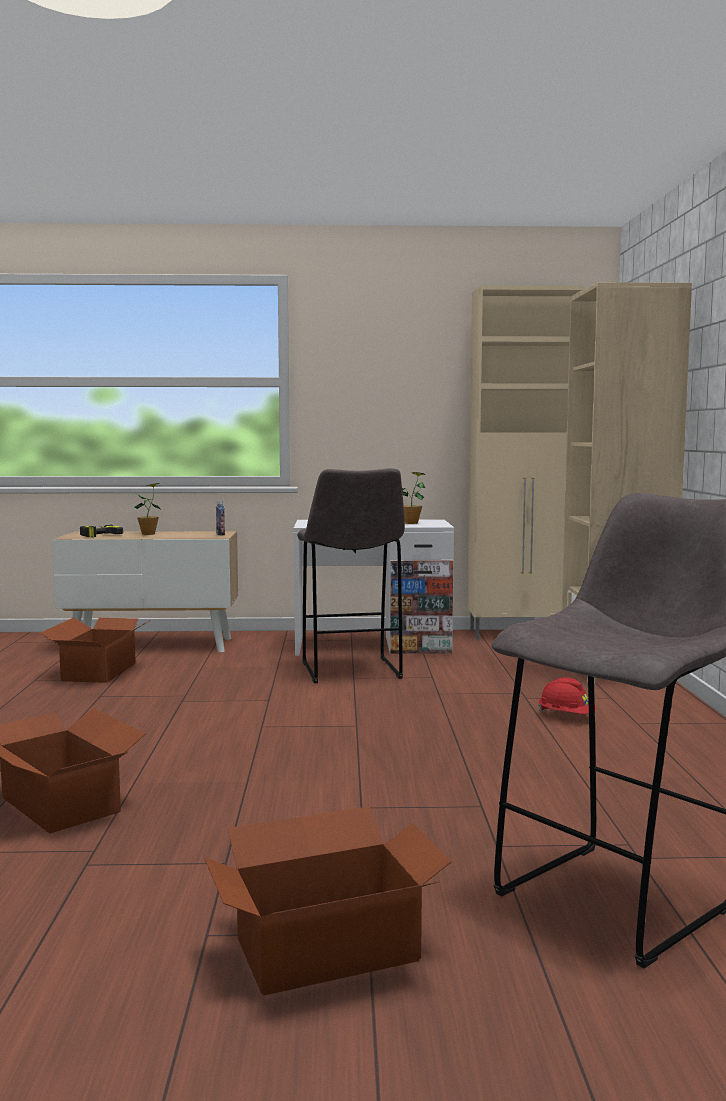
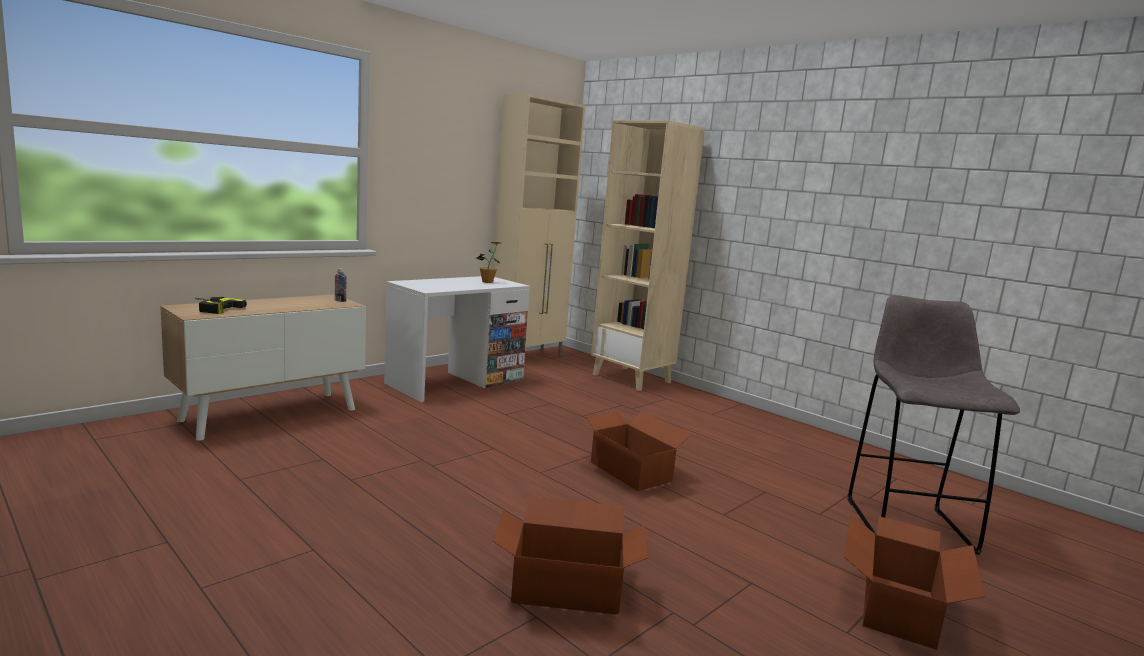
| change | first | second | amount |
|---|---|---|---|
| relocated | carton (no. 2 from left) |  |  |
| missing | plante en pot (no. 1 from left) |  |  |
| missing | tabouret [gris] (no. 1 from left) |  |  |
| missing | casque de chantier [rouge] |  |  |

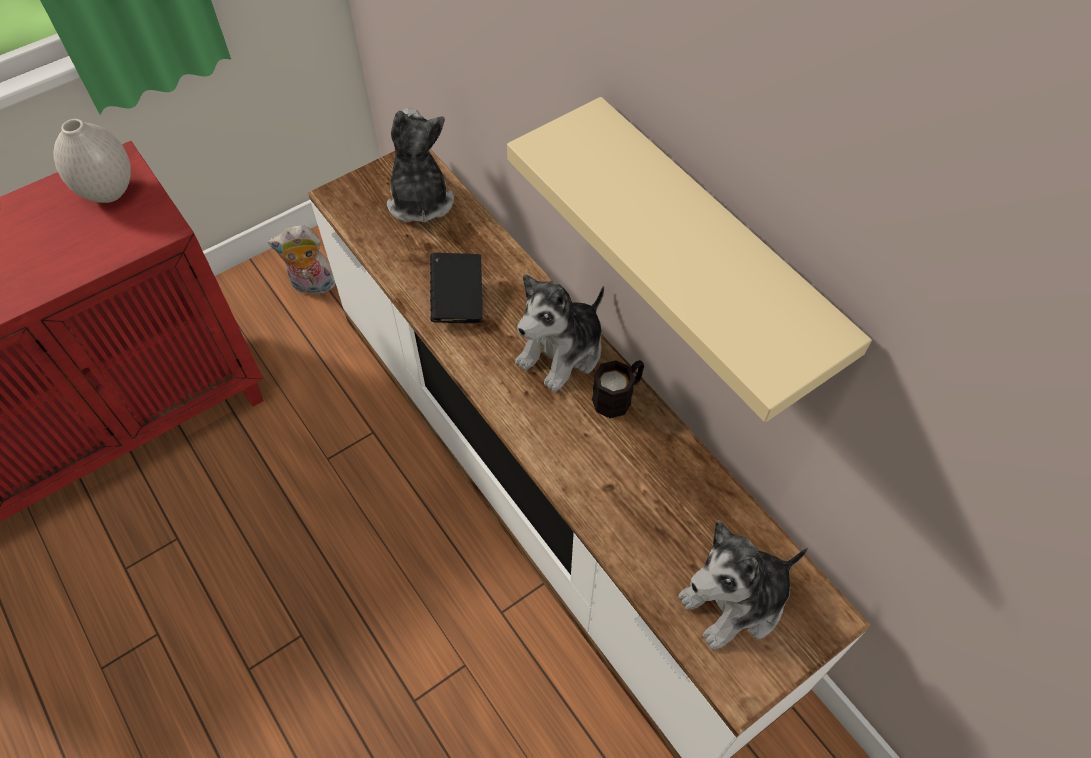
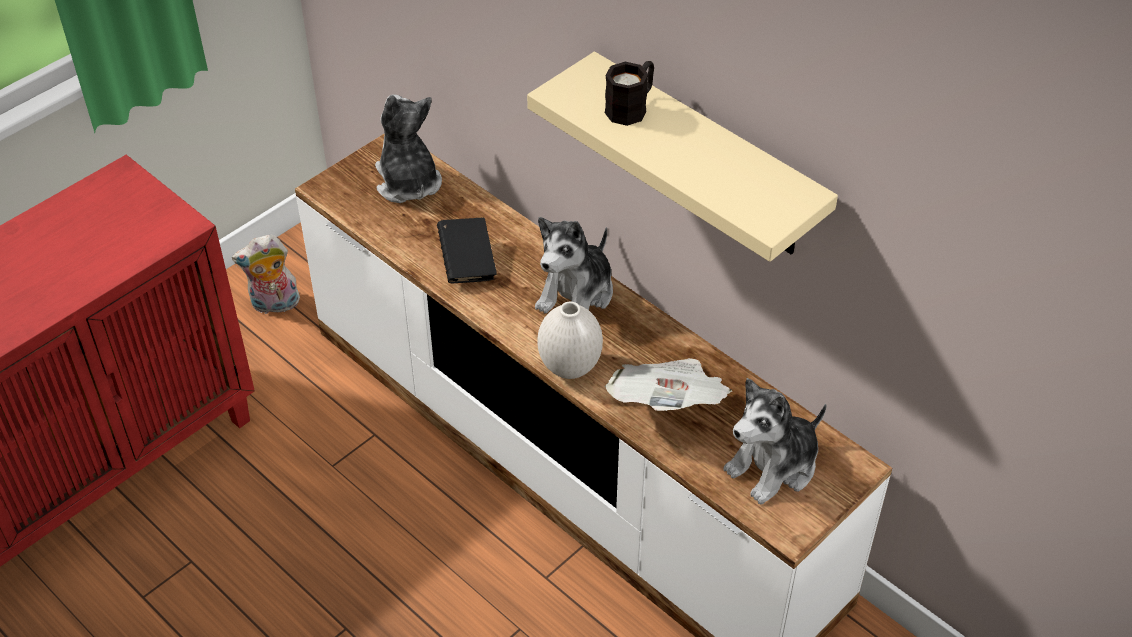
| change | first | second | amount |
|---|---|---|---|
| relocated | vase [blanc] |  |  |
| relocated | mug [noir] |  |  |
| appeared |  | journal |  |

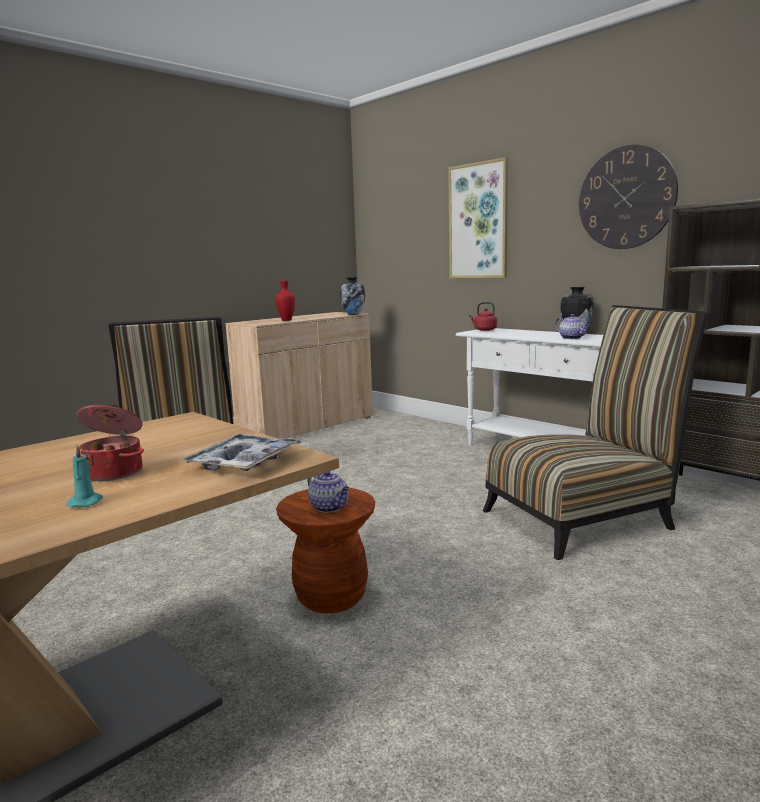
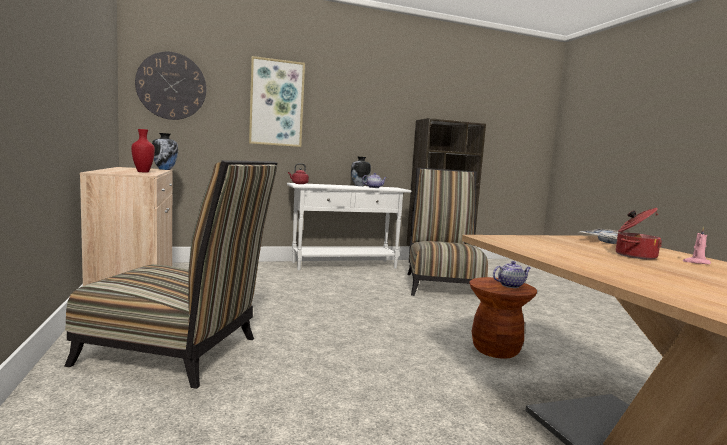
| change | first | second | amount |
|---|---|---|---|
| relocated | horloge murale |  |  |
| colour | bougie [turquoise] | bougie [rose] |  |

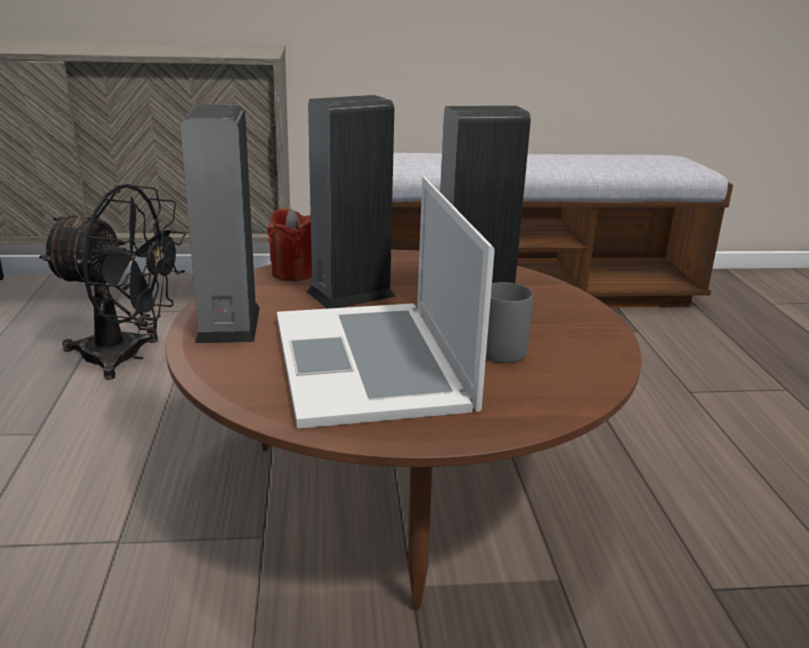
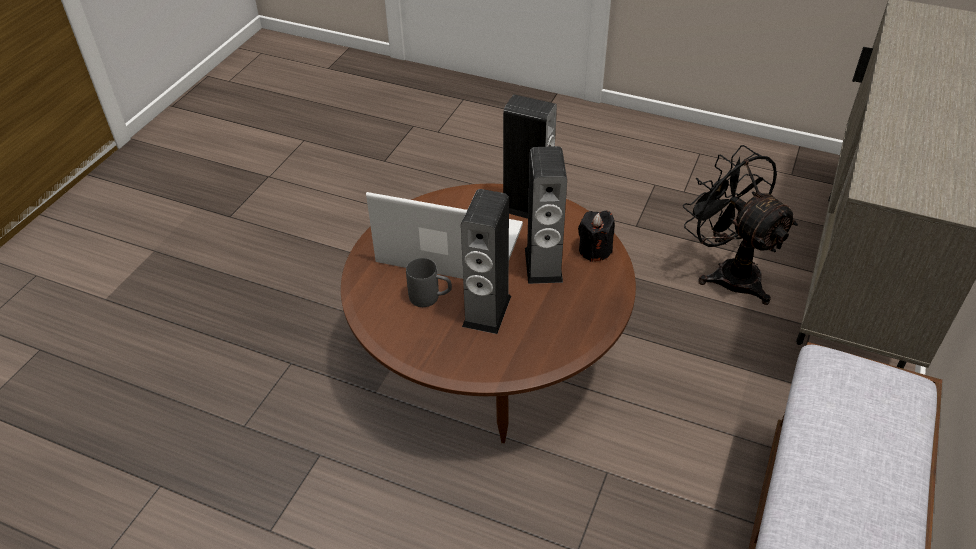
| change | first | second | amount |
|---|---|---|---|
| colour | bougie [rouge] | bougie [noir] |  |
| spun | ventilateur [noir] |  | 105 degrees clockwise |

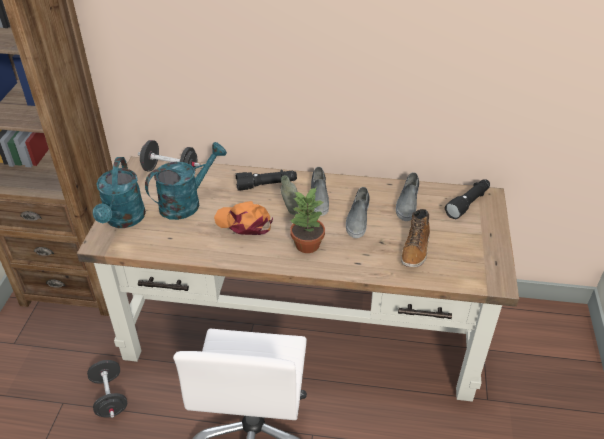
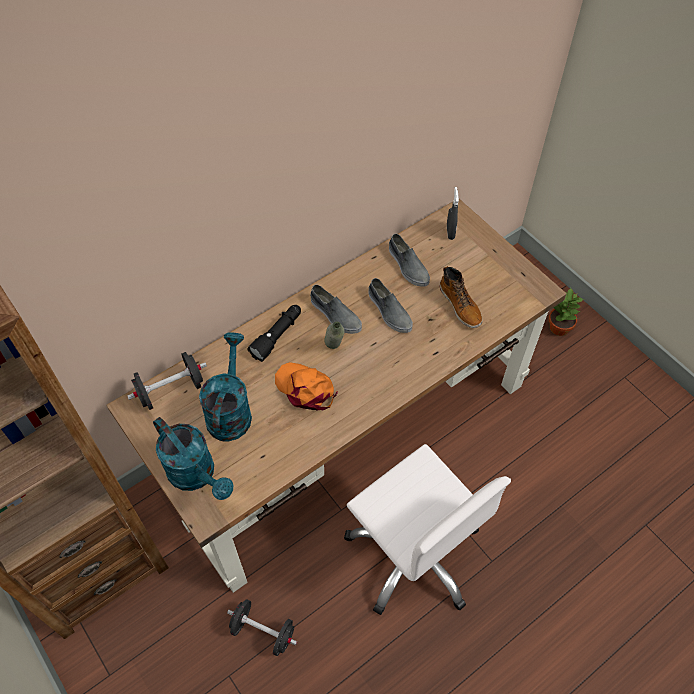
| change | first | second | amount |
|---|---|---|---|
| spun | casquette [orange] |  | 60 degrees clockwise |
| exchanged | lampe de poche [noir] (no. 2 from left) | vaporisateur [gris] |  |
| relocated | plante en pot |  |  |

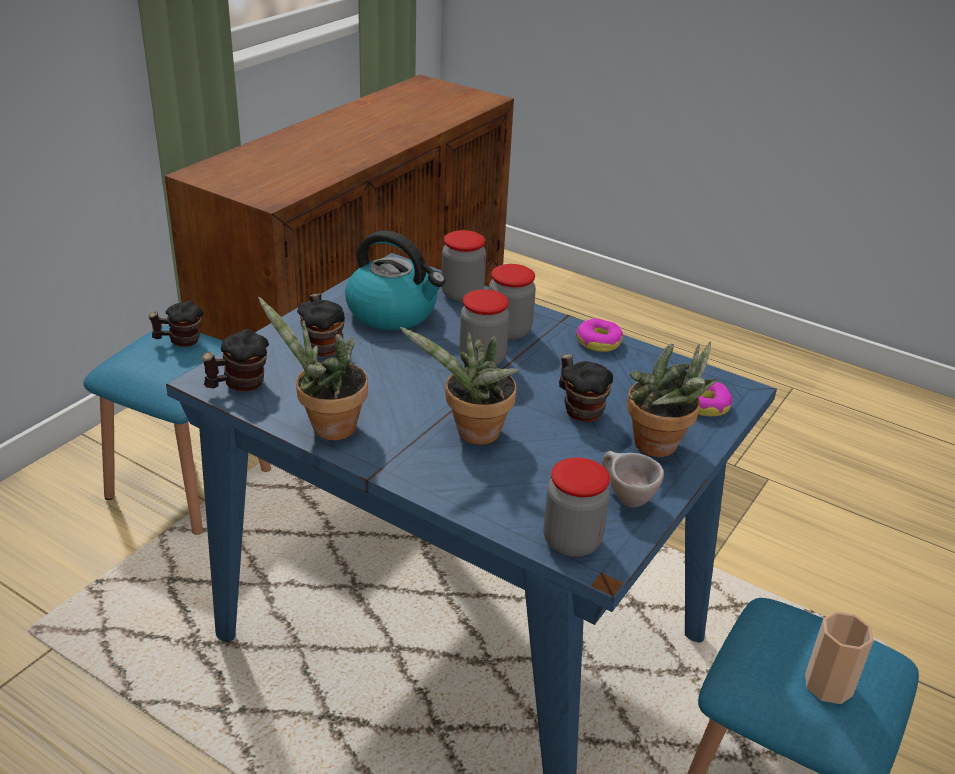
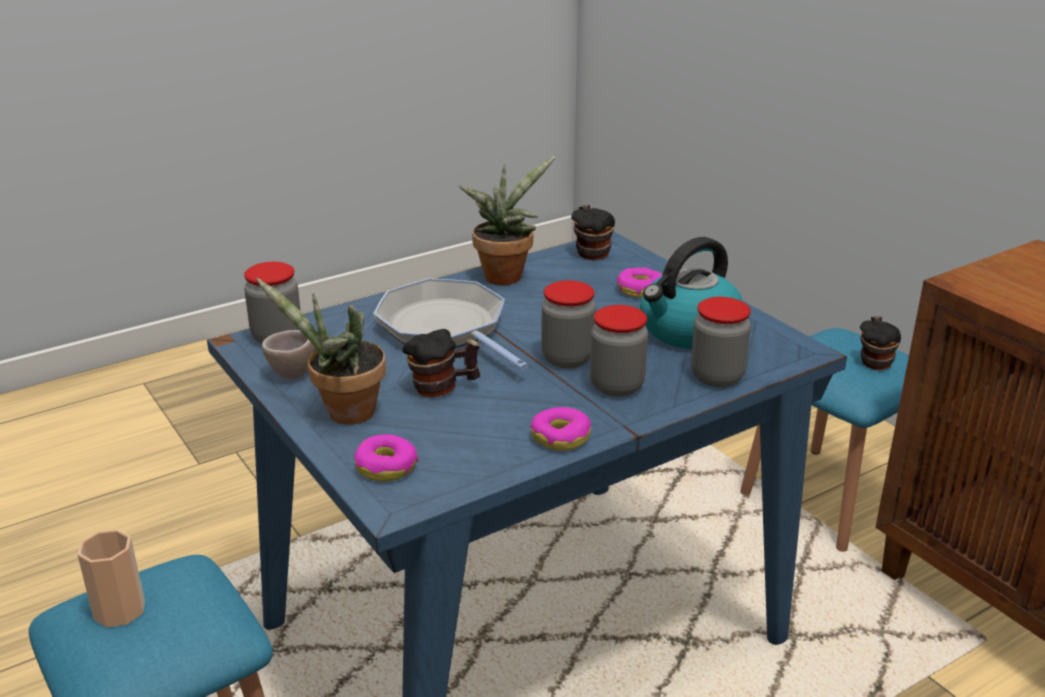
| change | first | second | amount |
|---|---|---|---|
| exchanged | plante en pot (no. 2 from left) | poêle |  |
| exchanged | mug (no. 3 from left) | beignet (no. 3 from left) |  |

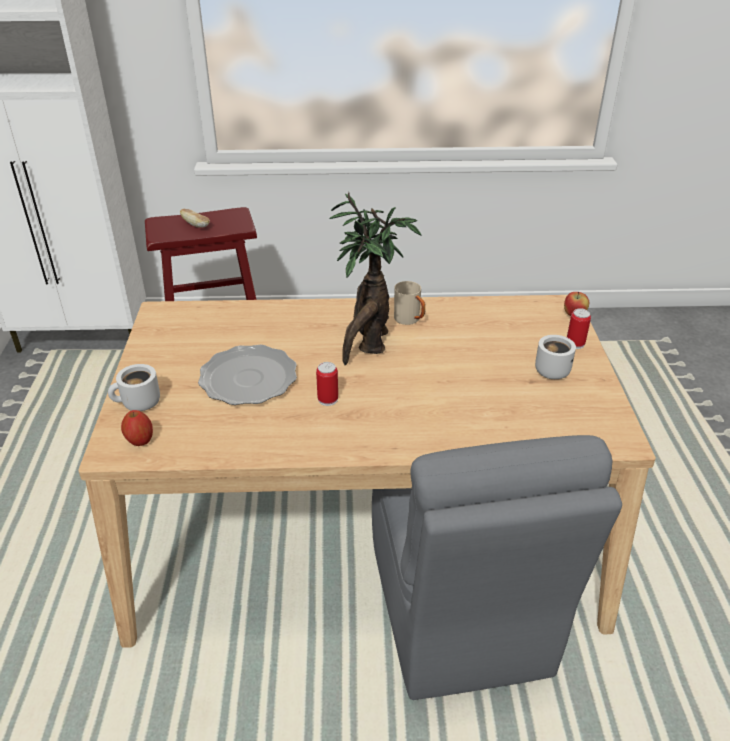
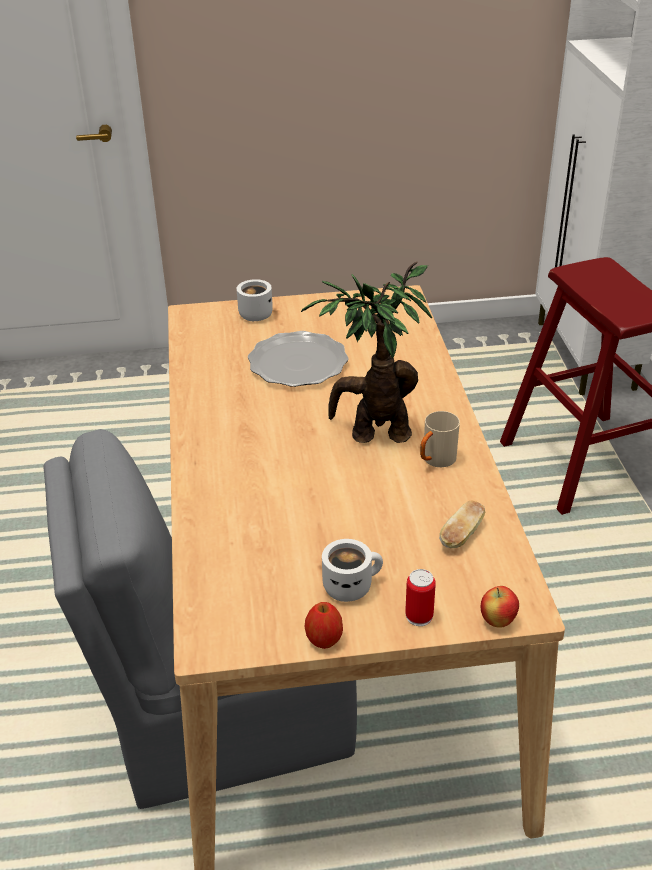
| change | first | second | amount |
|---|---|---|---|
| relocated | pomme (no. 1 from left) |  |  |
| relocated | pain |  |  |
| missing | boîte métallique (no. 1 from left) |  |  |

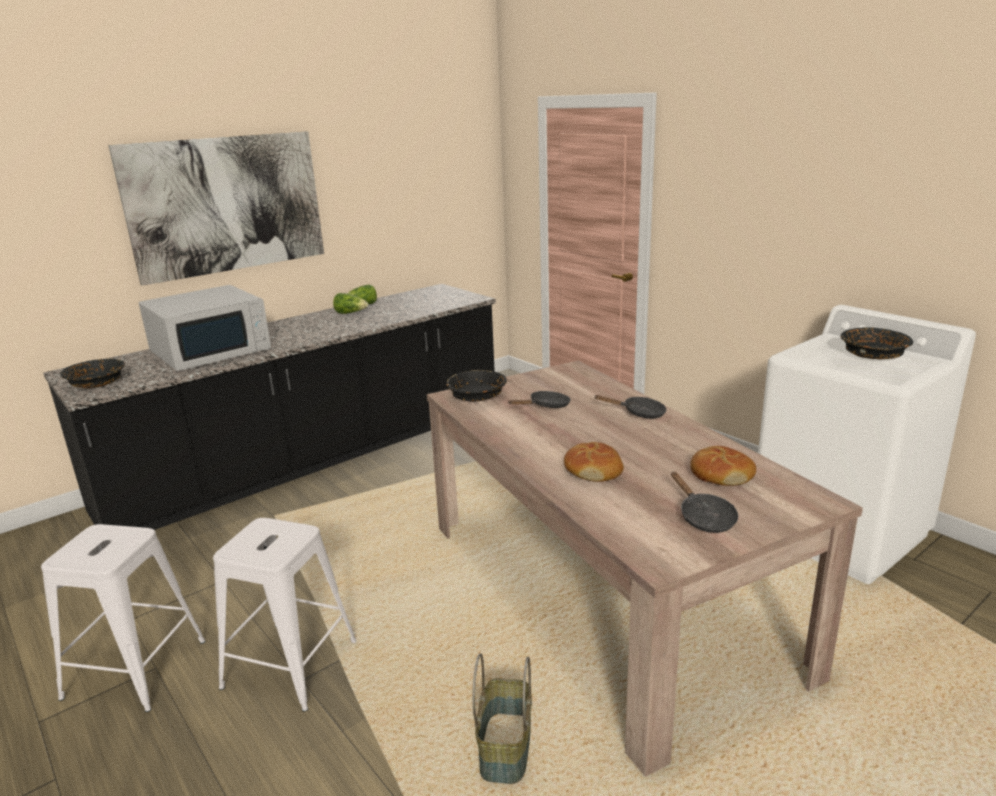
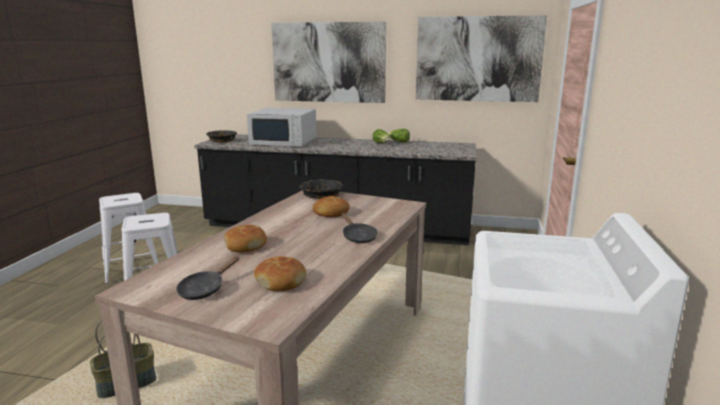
| change | first | second | amount |
|---|---|---|---|
| exchanged | poêle [noir] (no. 1 from left) | pain (no. 3 from left) |  |
| appeared |  | tableau (no. 2 from left) |  |
| missing | bol [noir] (no. 3 from left) |  |  |

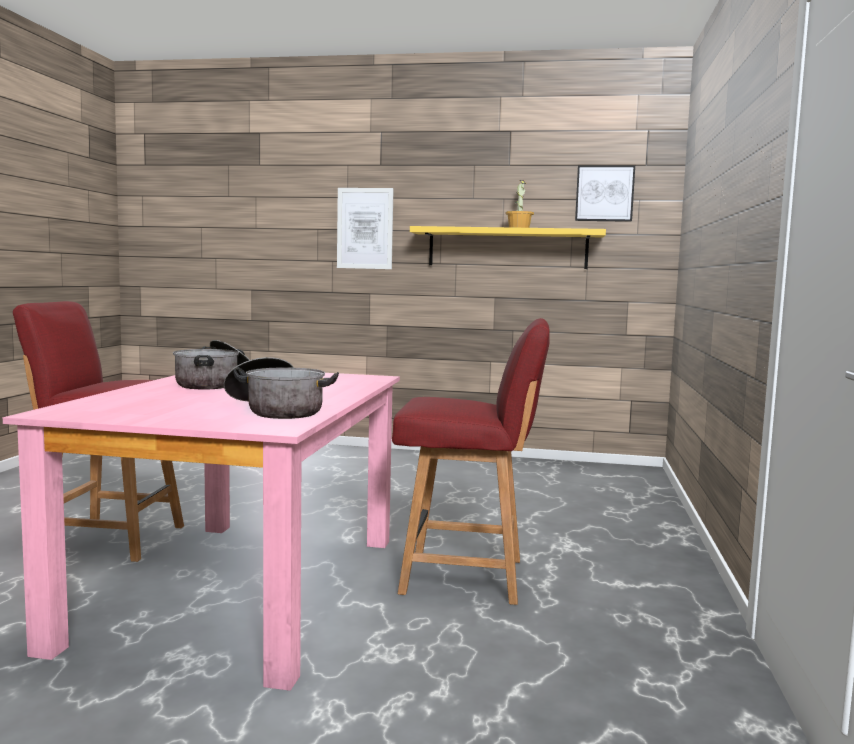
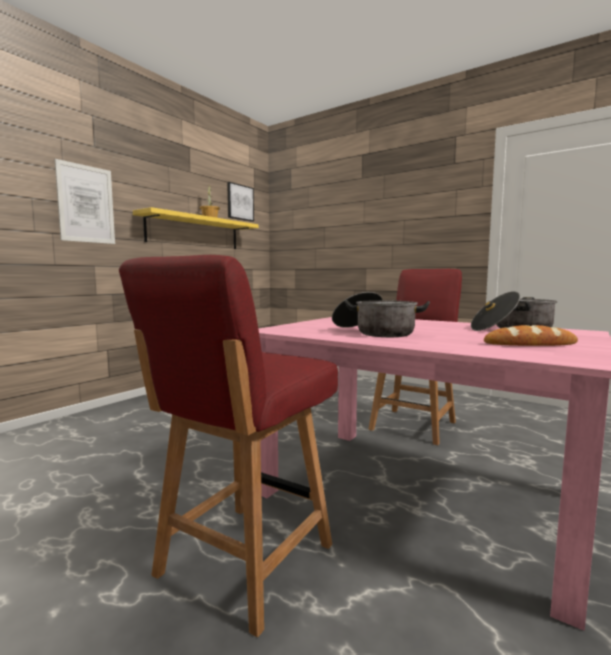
| change | first | second | amount |
|---|---|---|---|
| appeared |  | pain |  |

